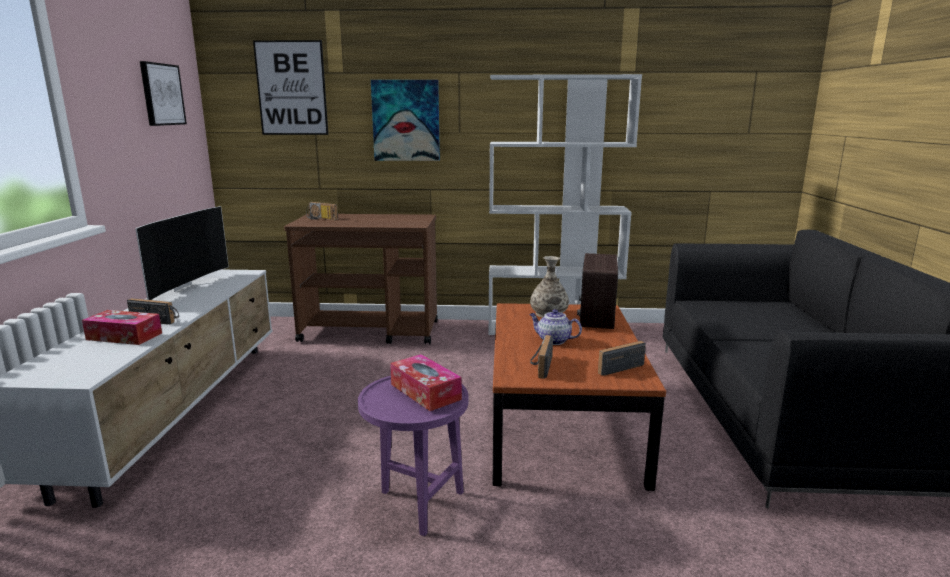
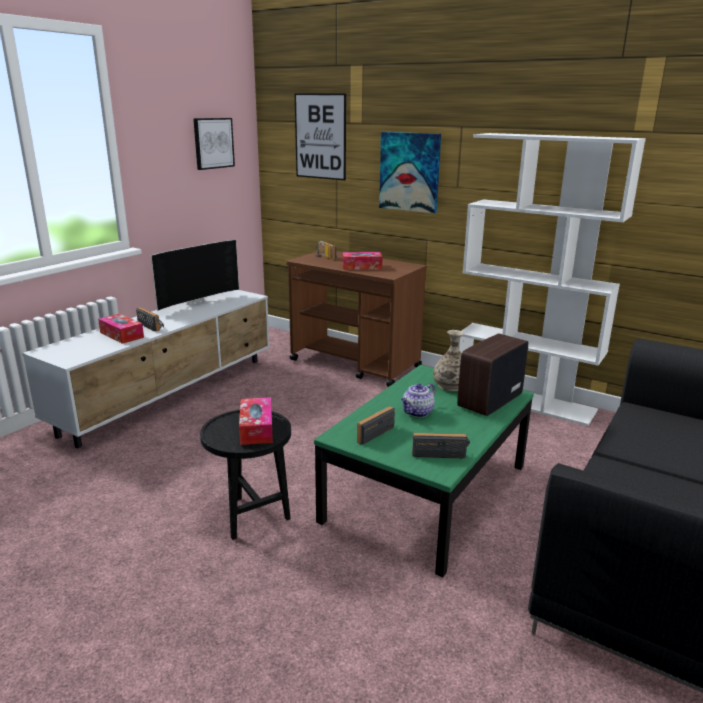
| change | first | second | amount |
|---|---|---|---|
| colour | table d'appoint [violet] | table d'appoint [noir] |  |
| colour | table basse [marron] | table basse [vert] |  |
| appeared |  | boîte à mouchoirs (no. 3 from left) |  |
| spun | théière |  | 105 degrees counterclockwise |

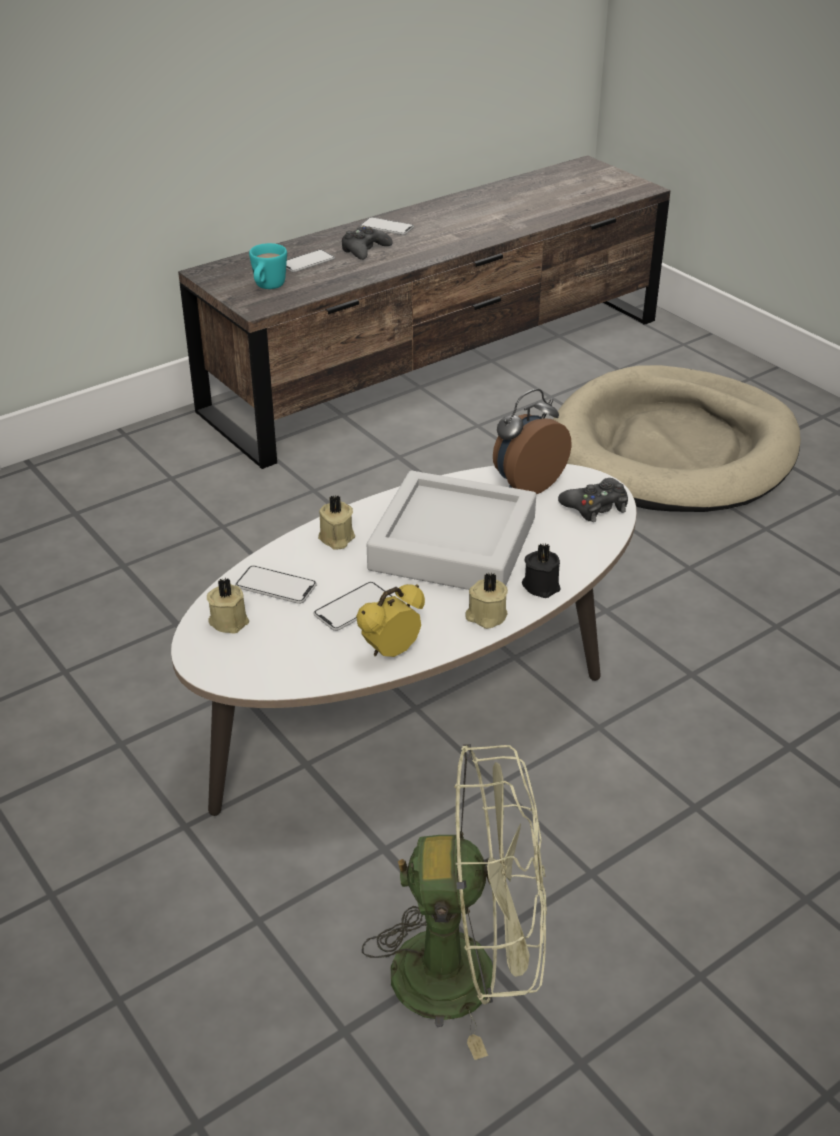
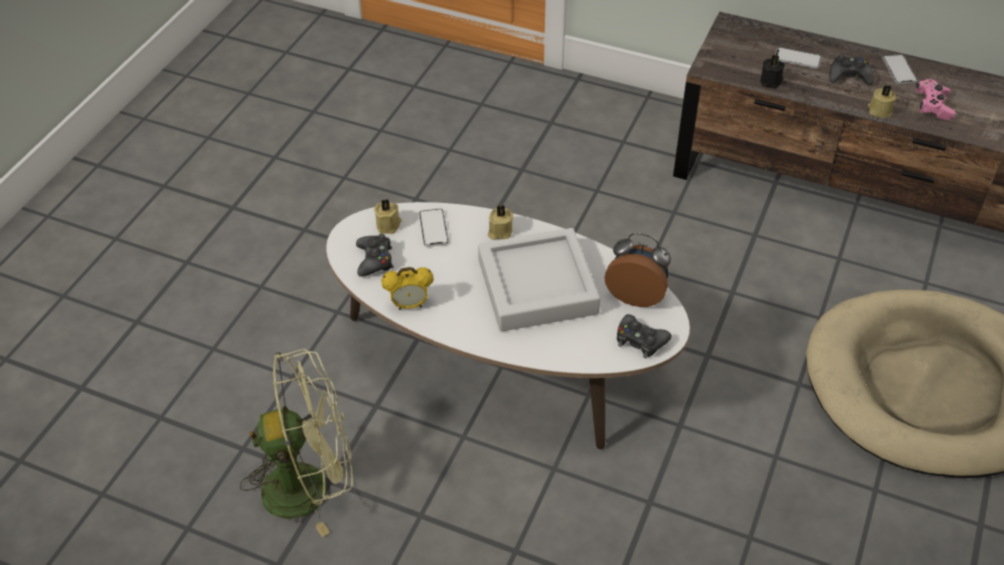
| change | first | second | amount |
|---|---|---|---|
| spun | ventilateur [vert] |  | 75 degrees counterclockwise |
| appeared |  | manette [noir] (no. 1 from left) |  |
| spun | réveil (no. 1 from left) |  | 150 degrees clockwise |
| relocated | bougie [noir] |  |  |
| relocated | bougie [beige] (no. 3 from left) |  |  |
| appeared |  | manette [rose] |  |
| missing | mug [turquoise] |  |  |
| missing | téléphone (no. 3 from left) |  |  |

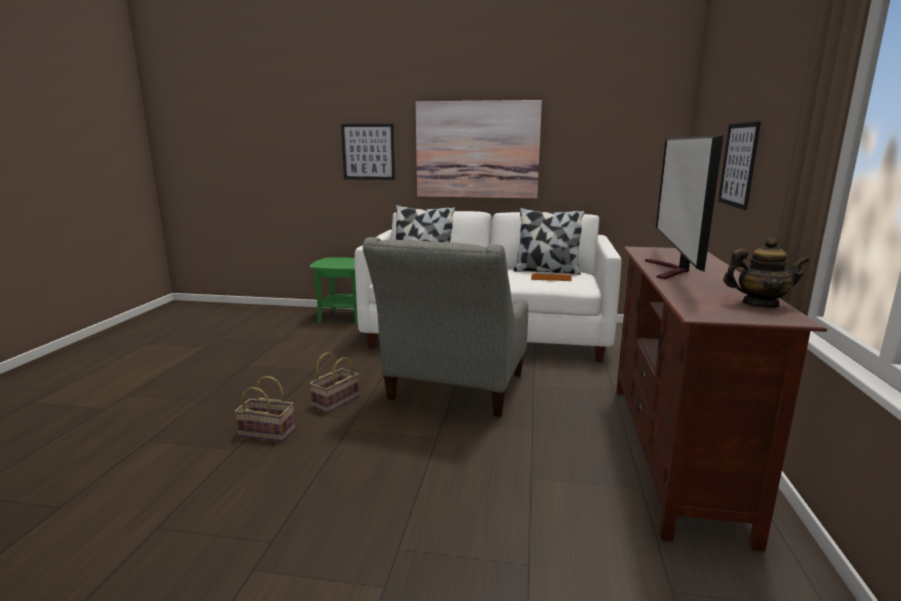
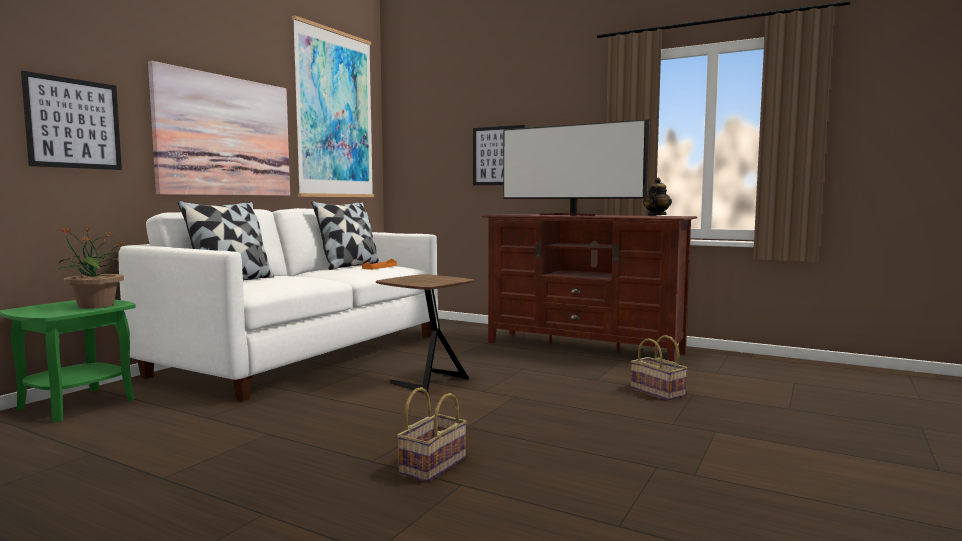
| change | first | second | amount |
|---|---|---|---|
| appeared |  | plante en pot |  |
| appeared |  | tableau (no. 3 from left) |  |
| exchanged | fauteuil [gris] | table d'appoint [marron] |  |
| relocated | panier (no. 2 from left) |  |  |

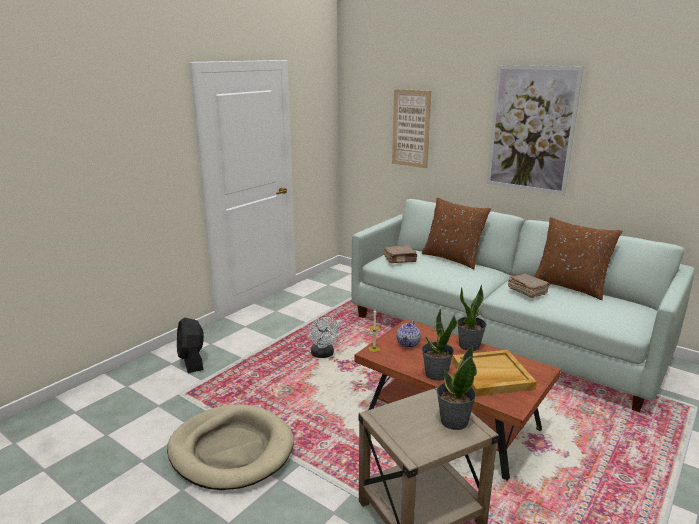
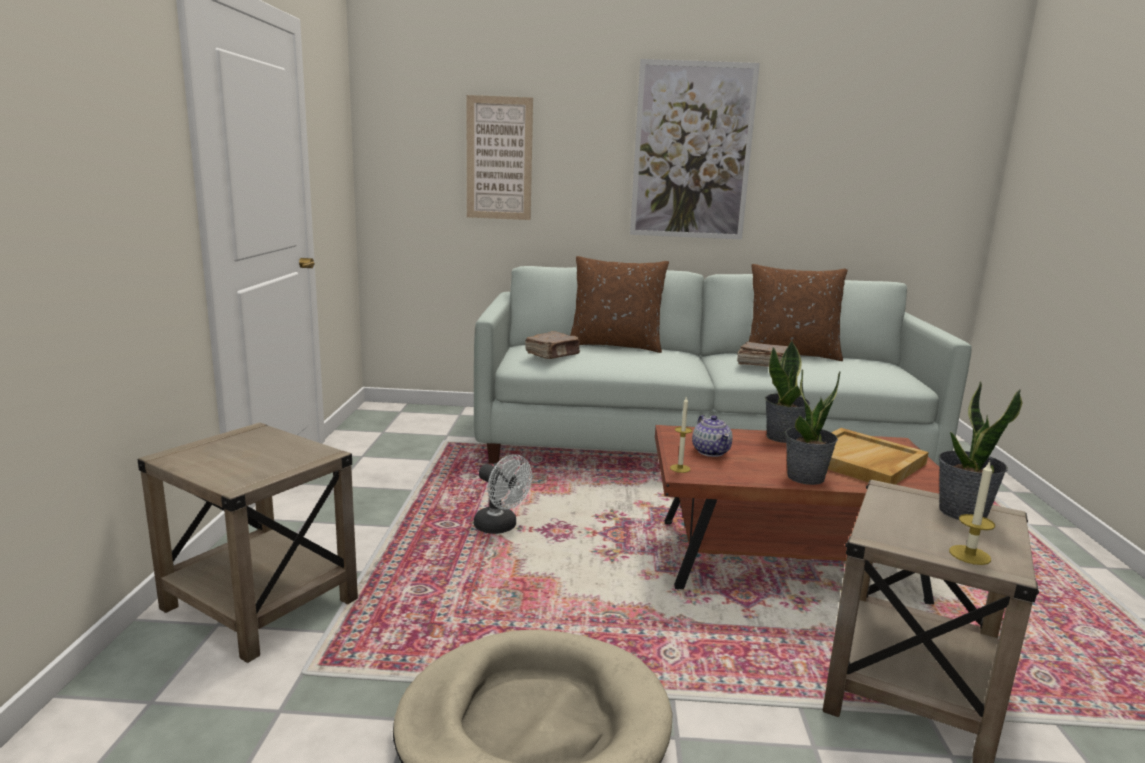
| change | first | second | amount |
|---|---|---|---|
| exchanged | ventilateur [noir] | table d'appoint [beige] (no. 1 from left) |  |
| appeared |  | bougie (no. 2 from left) |  |

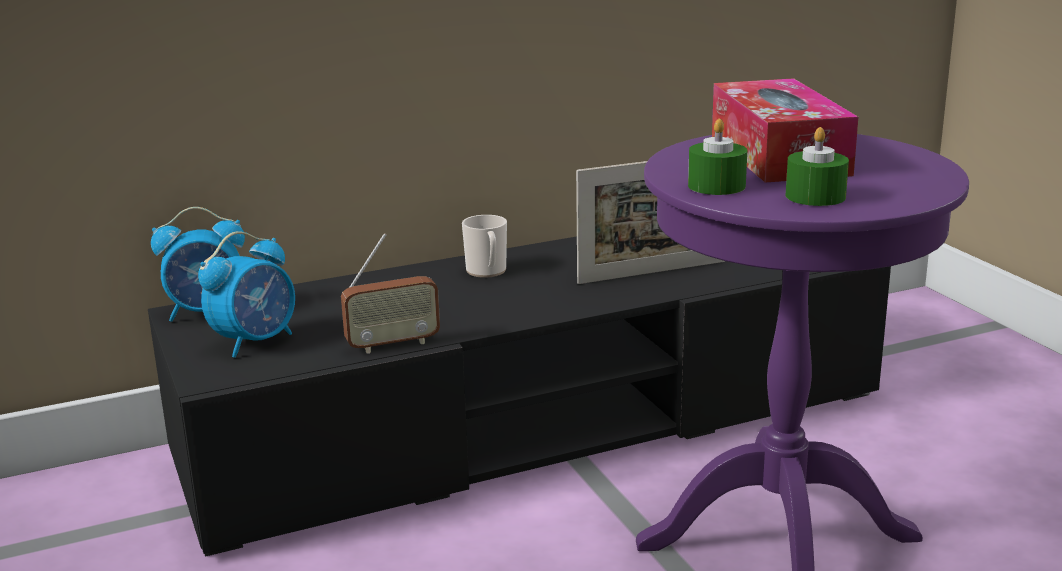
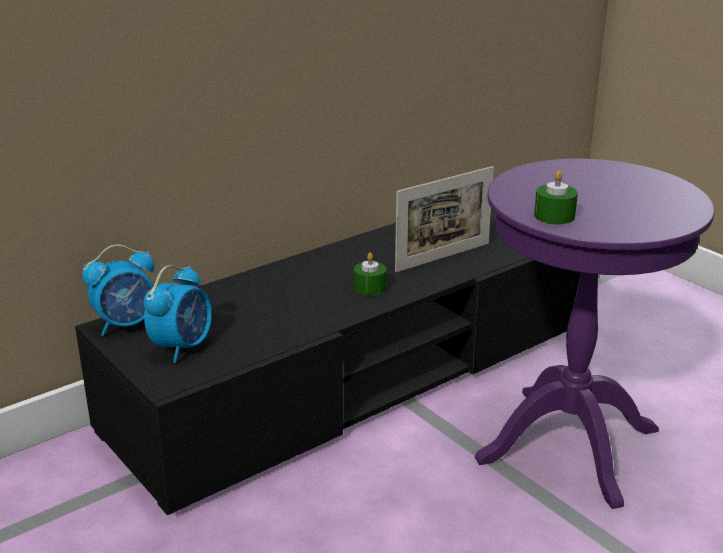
| change | first | second | amount |
|---|---|---|---|
| relocated | bougie [vert] (no. 2 from left in the first image) | bougie [vert] (no. 1 from left) |  |
| missing | radio |  |  |
| missing | mug |  |  |
| missing | boîte à mouchoirs |  |  |

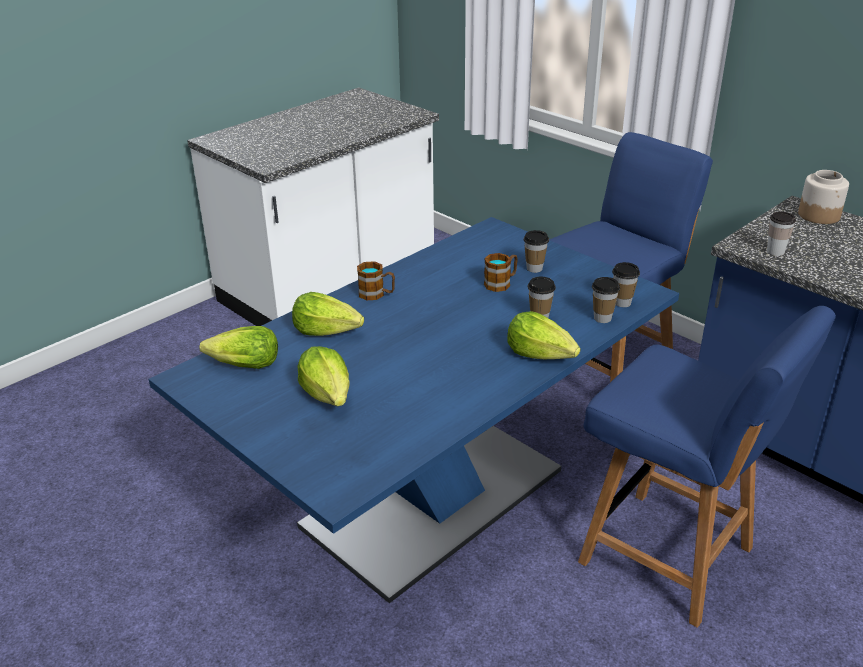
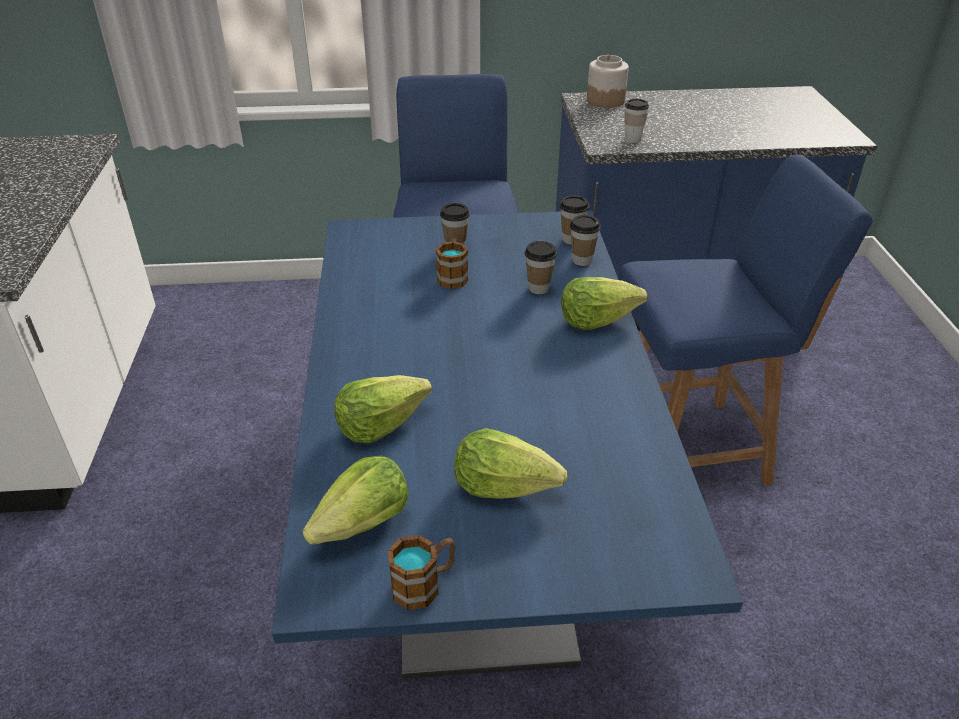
| change | first | second | amount |
|---|---|---|---|
| relocated | mug (no. 1 from left) |  |  |

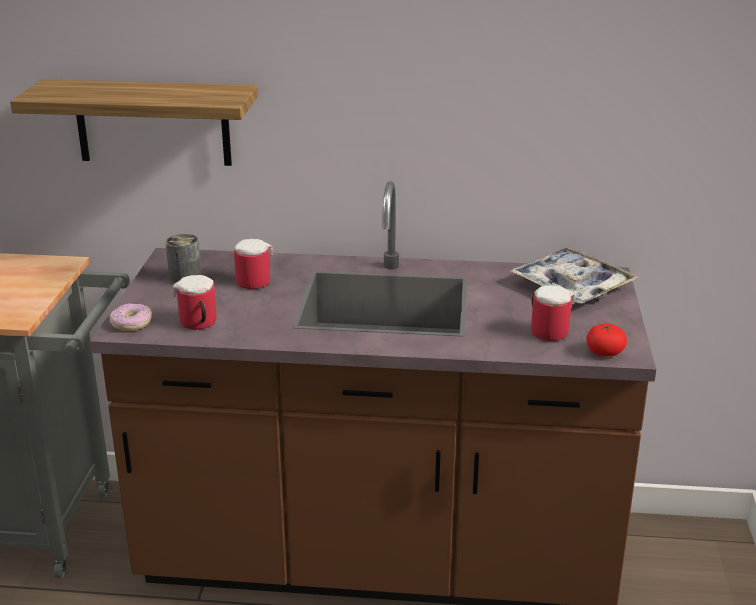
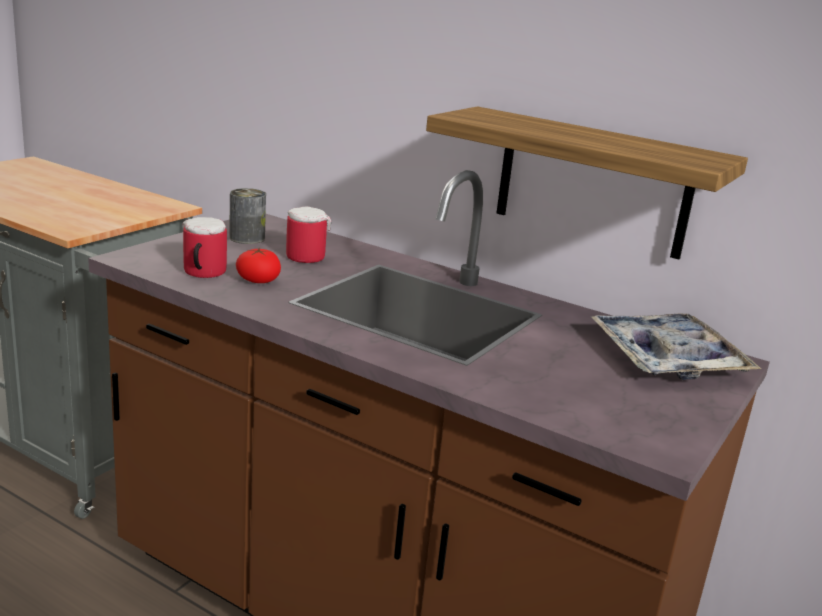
| change | first | second | amount |
|---|---|---|---|
| relocated | tomate |  |  |
| relocated | étagère |  |  |
| missing | beignet |  |  |
| missing | mug (no. 3 from left) |  |  |

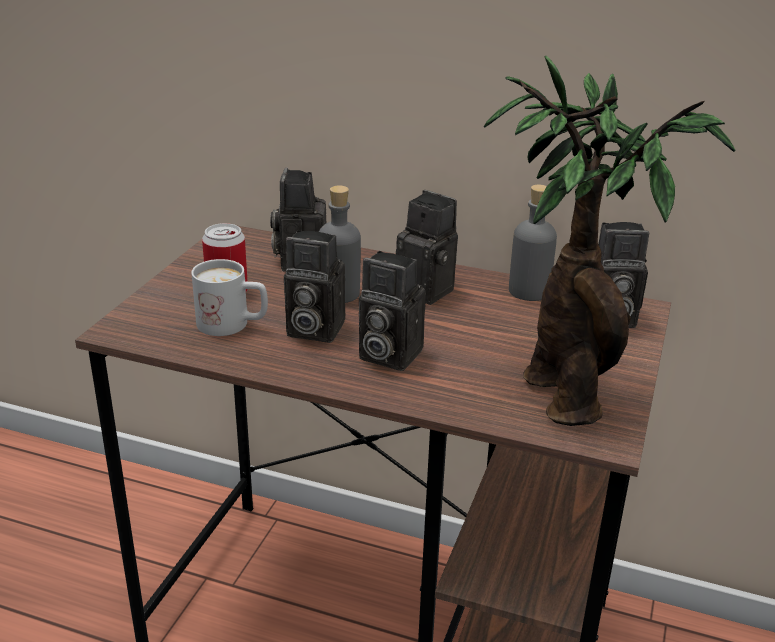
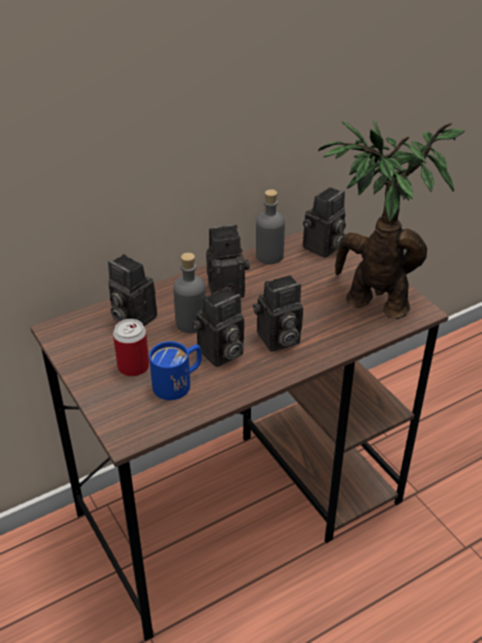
| change | first | second | amount |
|---|---|---|---|
| colour | mug [blanc] | mug [bleu] |  |

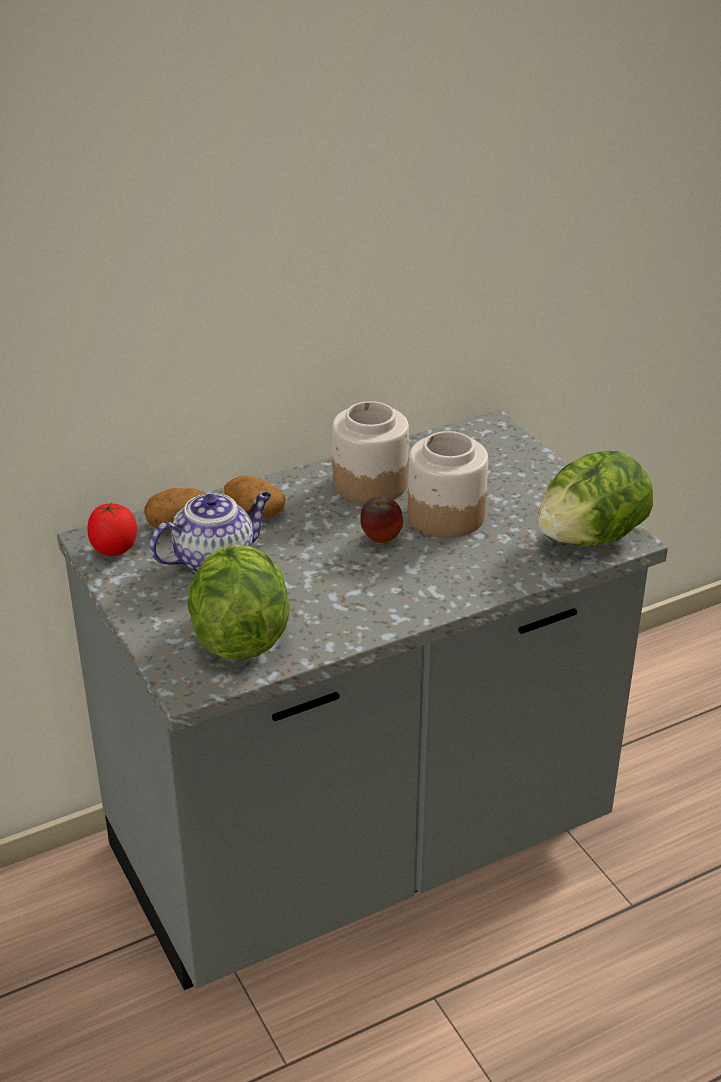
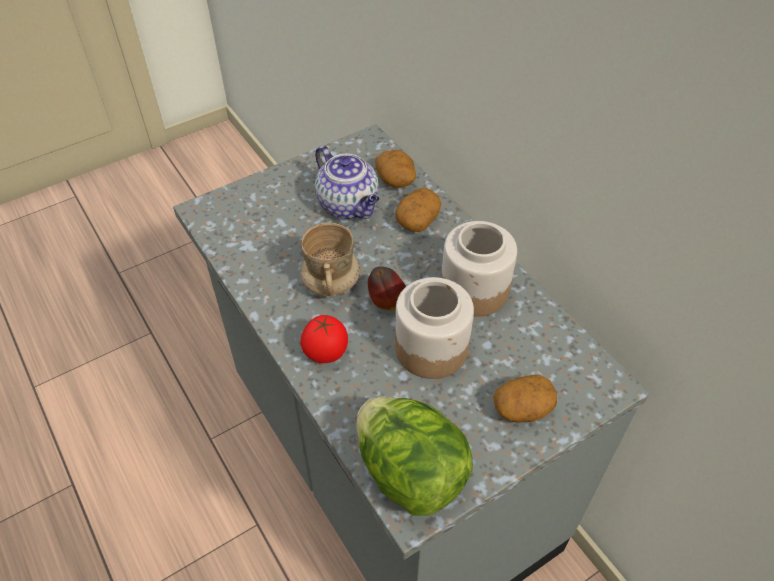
| change | first | second | amount |
|---|---|---|---|
| appeared |  | mug [beige] |  |
| relocated | tomate |  |  |
| appeared |  | pomme de terre (no. 3 from left) |  |
| missing | laitue (no. 1 from left) |  |  |

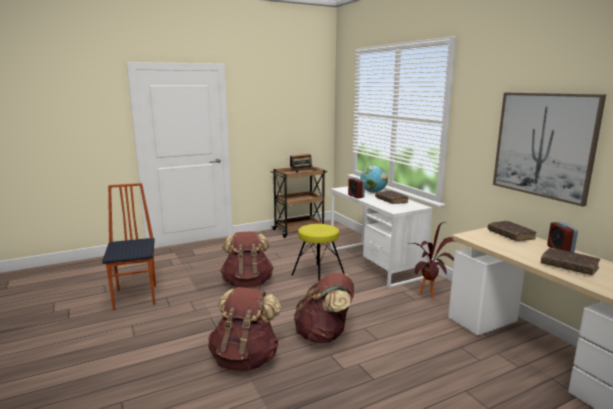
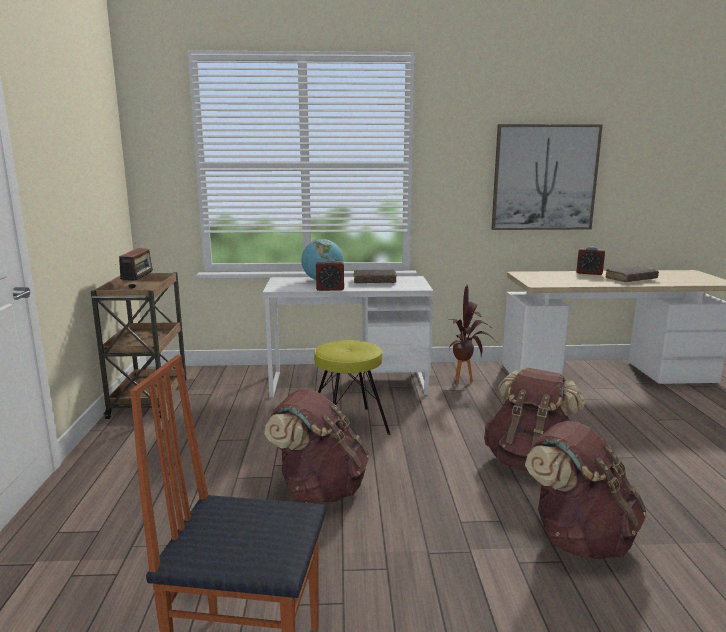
| change | first | second | amount |
|---|---|---|---|
| missing | livre [marron] (no. 2 from left) |  |  |

